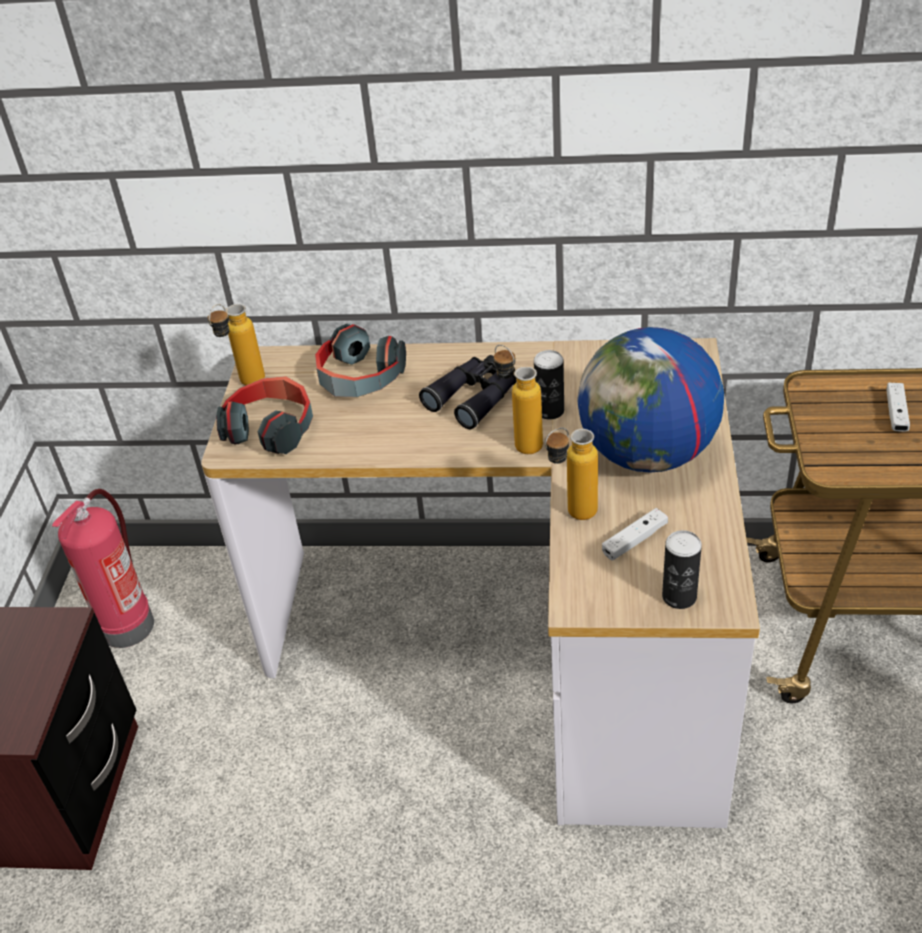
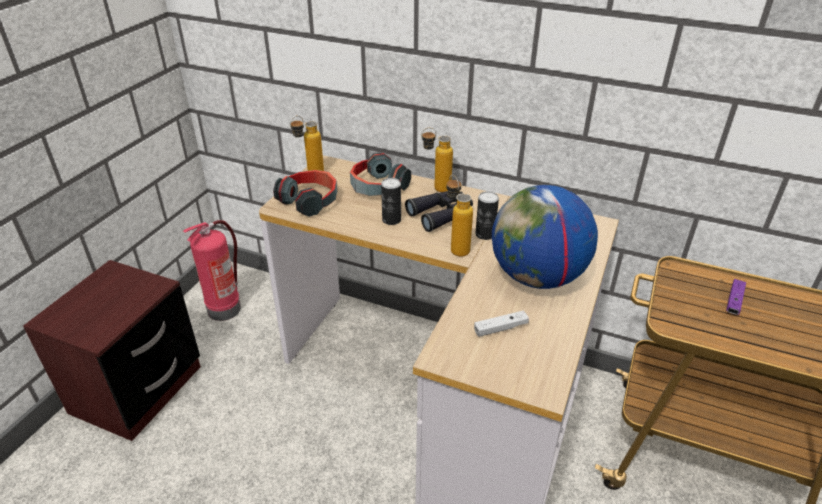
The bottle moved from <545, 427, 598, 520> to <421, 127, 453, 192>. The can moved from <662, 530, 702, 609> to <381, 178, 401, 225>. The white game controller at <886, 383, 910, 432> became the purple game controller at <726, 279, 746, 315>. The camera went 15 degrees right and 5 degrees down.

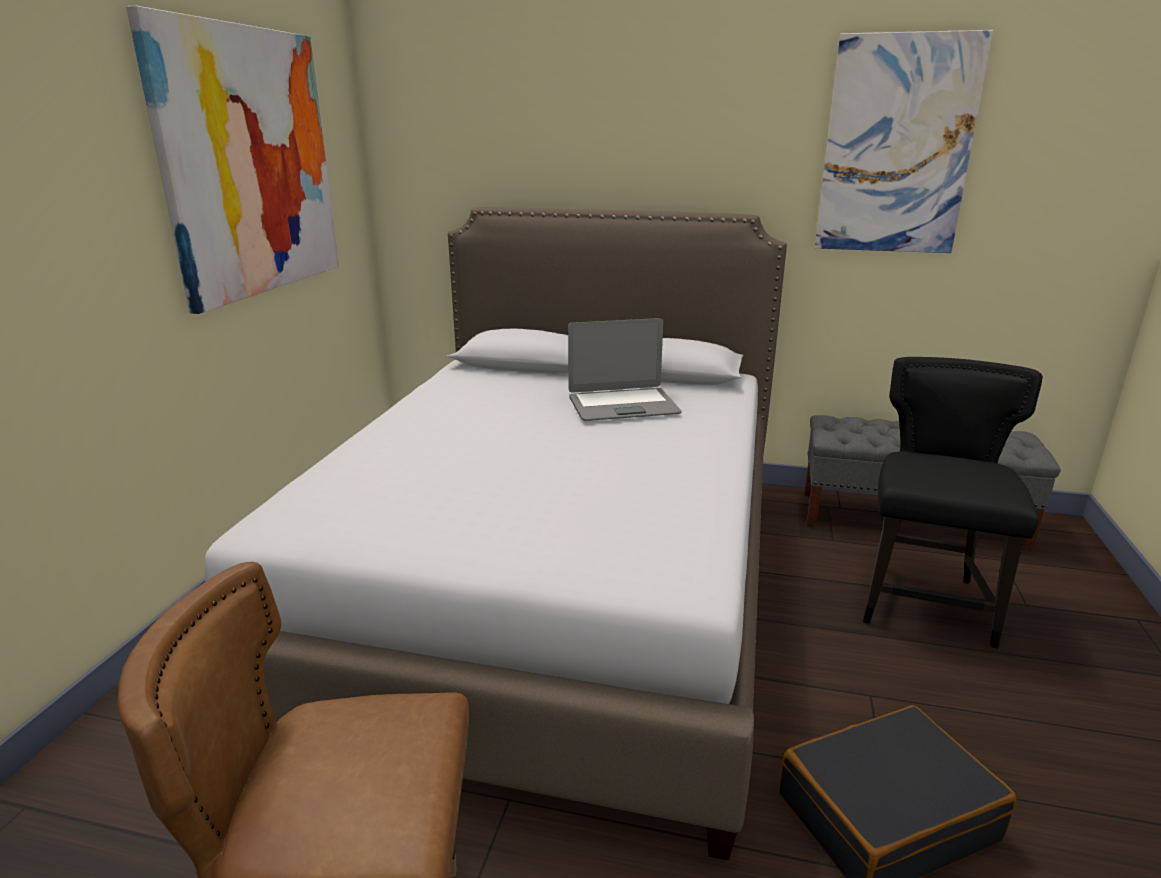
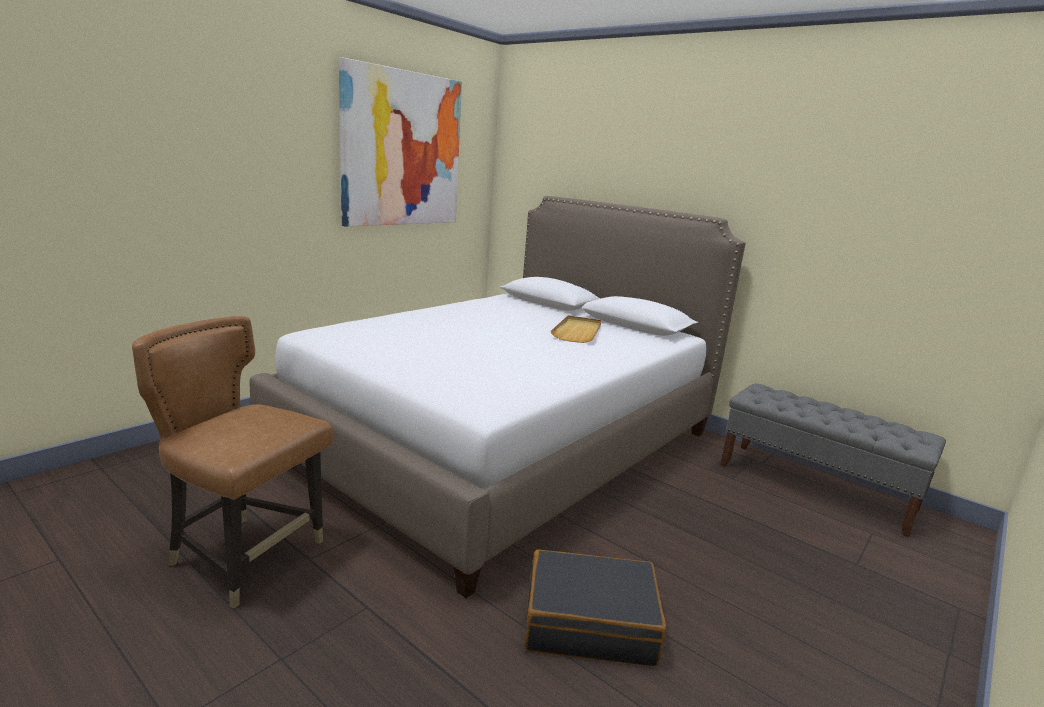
The picture at <815, 30, 993, 253> disappeared. The black chair at <863, 357, 1043, 649> disappeared. The laptop at <568, 318, 682, 421> was replaced by the beige tray at <551, 315, 601, 343>. The camera went 25 degrees right and 5 degrees down.

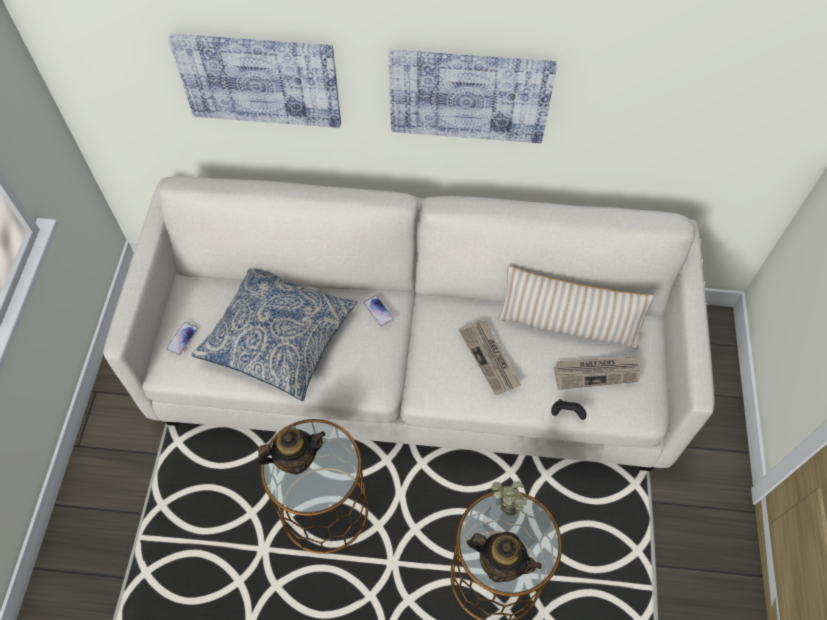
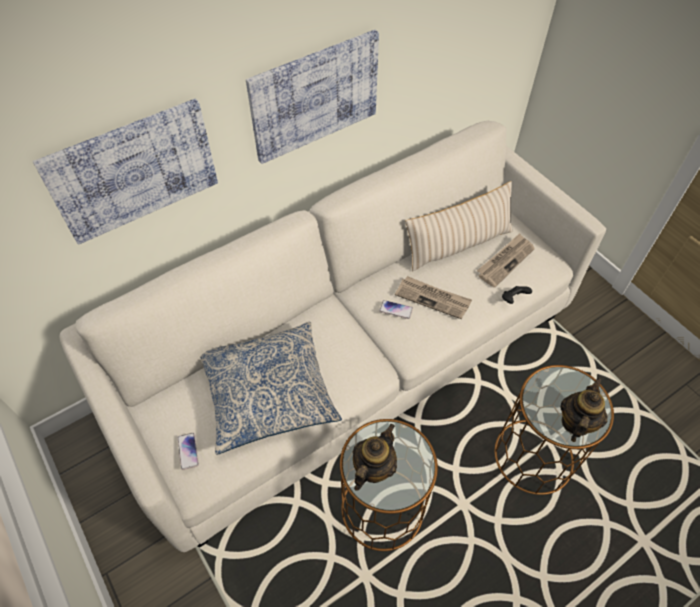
The potted plant at <491, 481, 527, 516> disappeared. The phone moved from <363, 295, 394, 327> to <379, 300, 413, 319>. The teapot at <467, 532, 542, 583> turned 45 degrees counterclockwise. The camera went 40 degrees left and 5 degrees down.

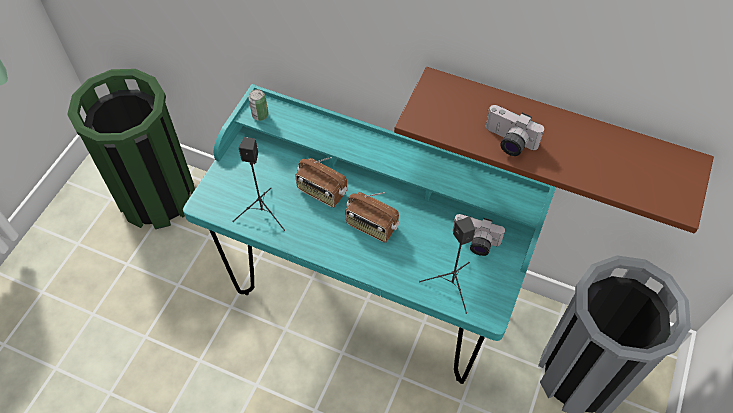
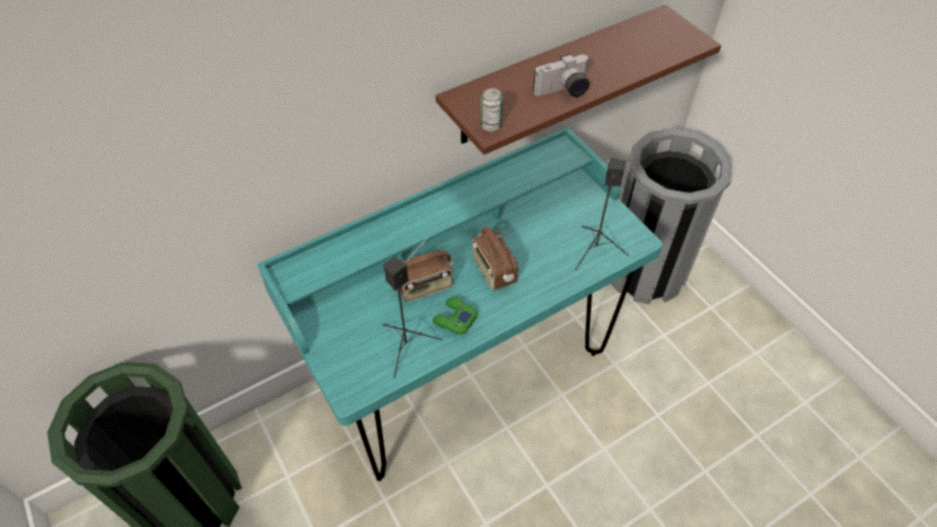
The photo camera at <452, 214, 505, 256> disappeared. The green game controller at <432, 297, 478, 335> appeared. The can moved from <249, 89, 269, 121> to <481, 88, 503, 132>. The radio at <345, 192, 399, 243> turned 90 degrees clockwise. The camera went 55 degrees left and 5 degrees down.

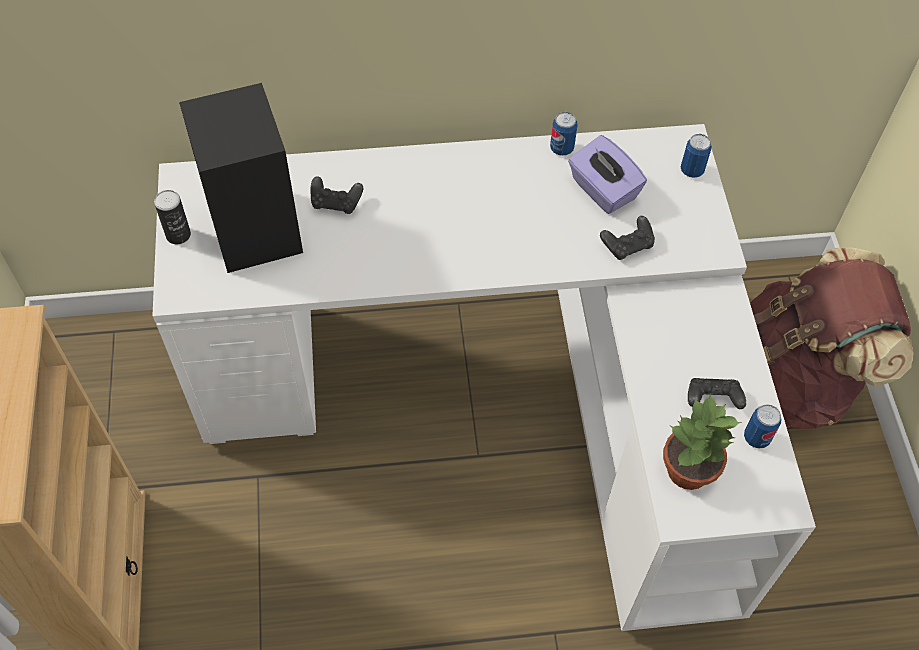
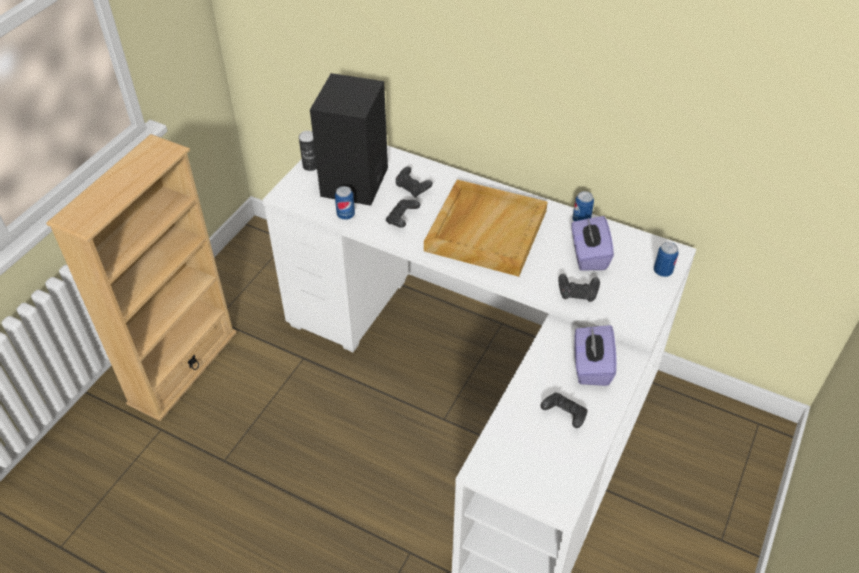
The potted plant at <663, 393, 742, 490> disappeared. The brown backpack at <750, 247, 914, 429> disappeared. The black game controller at <386, 199, 421, 228> appeared. The beige tray at <424, 180, 548, 277> appeared. The purple tissue box at <574, 325, 617, 386> appeared. The can moved from <744, 404, 781, 449> to <335, 186, 355, 220>. The camera went 35 degrees right and 10 degrees down.

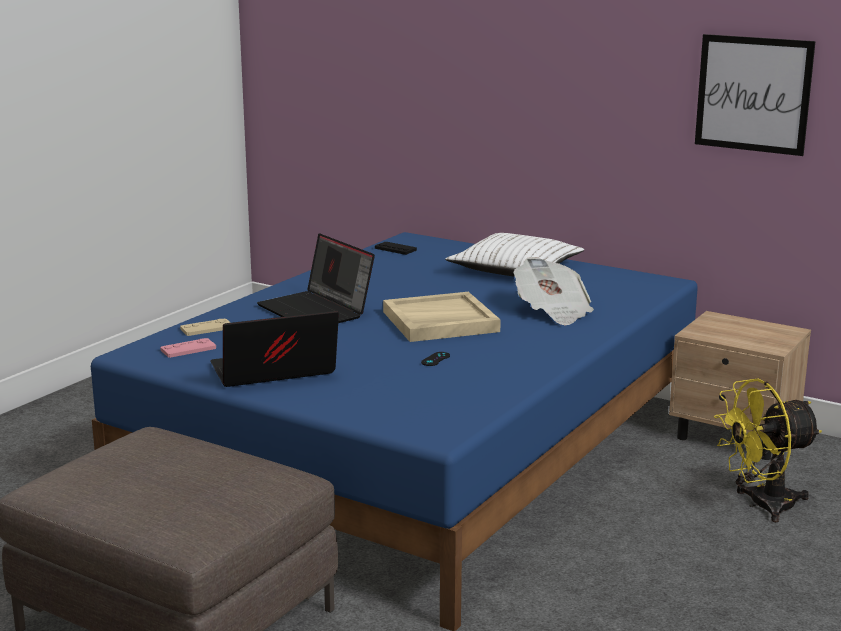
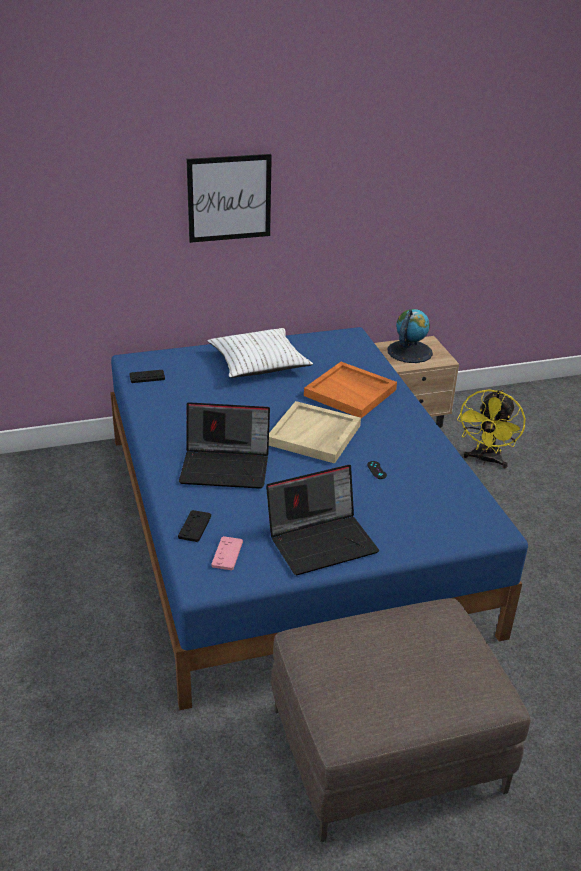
The globe at <387, 309, 433, 363> appeared. The picture moved from <695, 34, 816, 156> to <186, 154, 272, 243>. The newspaper at <513, 257, 594, 326> was replaced by the orange tray at <304, 362, 397, 418>. The beige game controller at <180, 318, 231, 336> became the black game controller at <178, 510, 211, 542>. The laptop at <210, 311, 339, 387> turned 135 degrees counterclockwise. The camera went 50 degrees left and 15 degrees up.

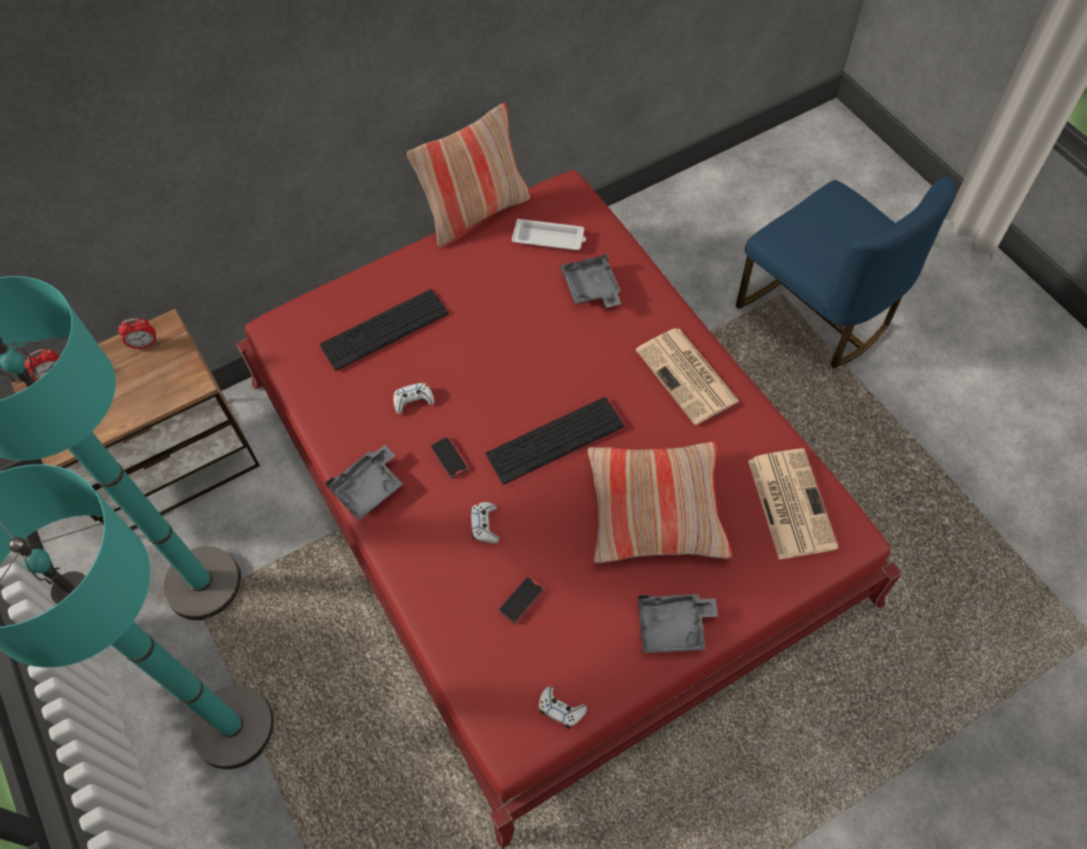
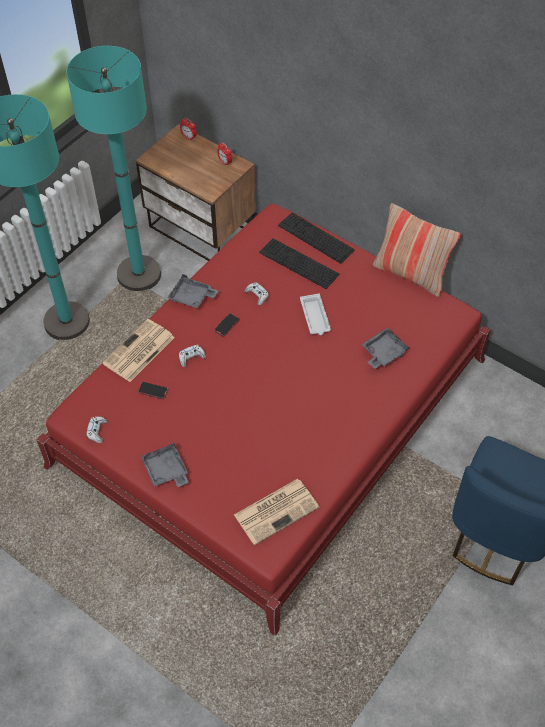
The pillow at <588, 442, 732, 563> disappeared. The keyboard moved from <485, 397, 624, 485> to <278, 212, 355, 264>. The white tray moved from <512, 218, 586, 250> to <300, 294, 331, 335>. The newspaper moved from <636, 328, 739, 425> to <102, 319, 175, 382>. The camera went 65 degrees right and 5 degrees down.

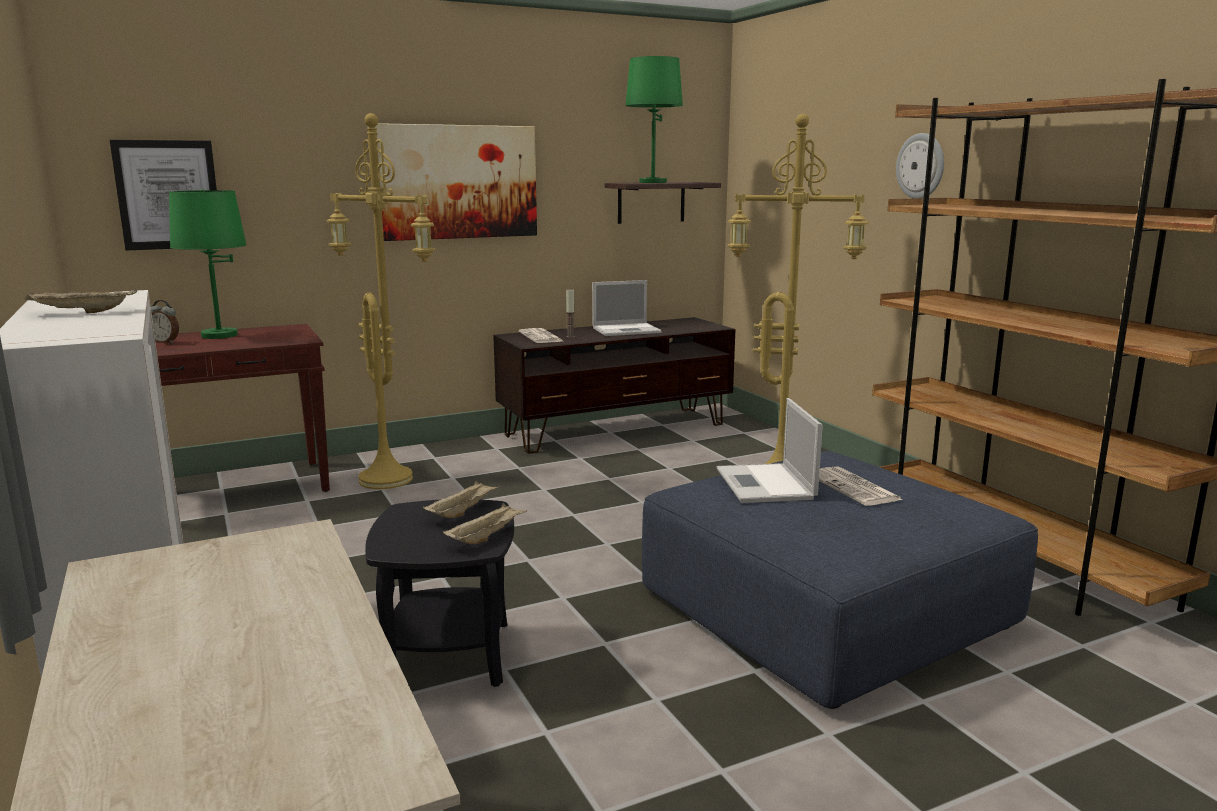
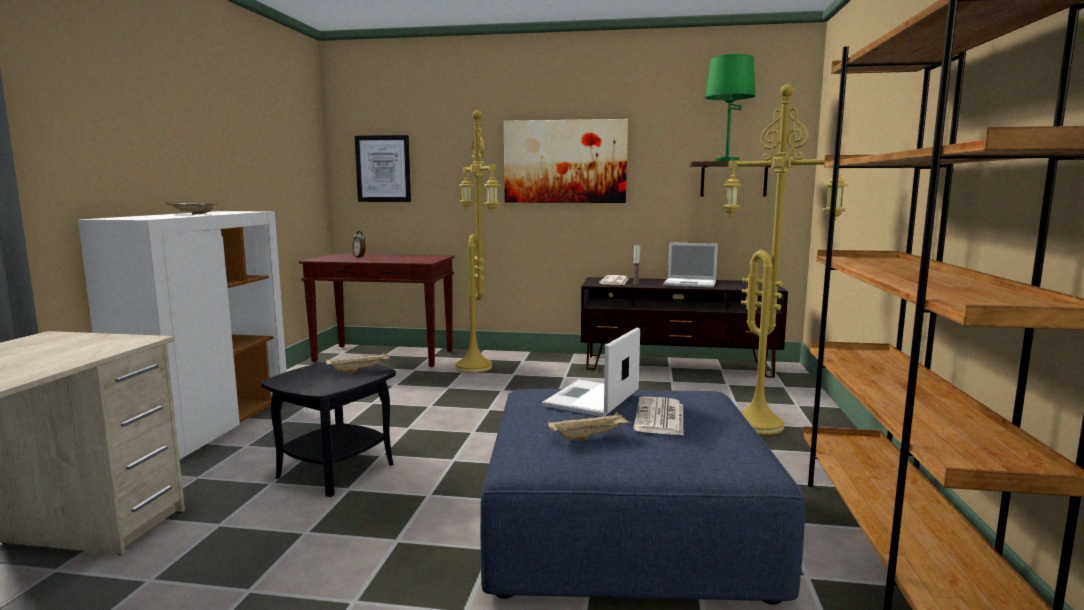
The green table lamp at <169, 189, 247, 339> disappeared. The wall clock at <896, 133, 944, 198> disappeared. The beige tray moved from <443, 503, 527, 544> to <547, 412, 632, 440>. The camera went 35 degrees right and 5 degrees down.

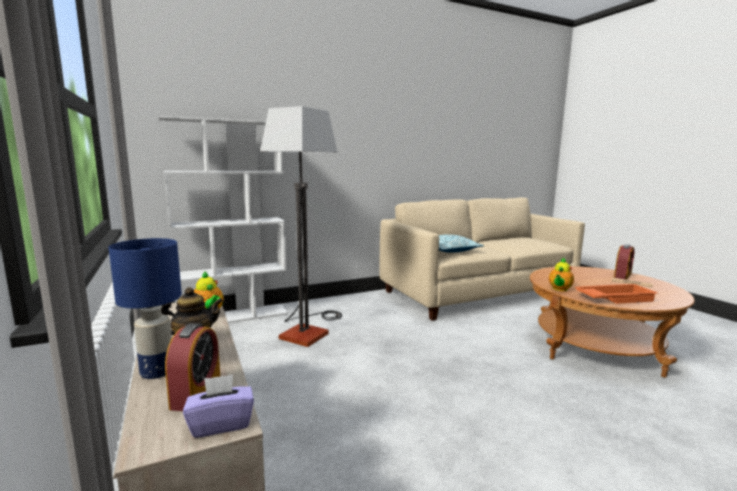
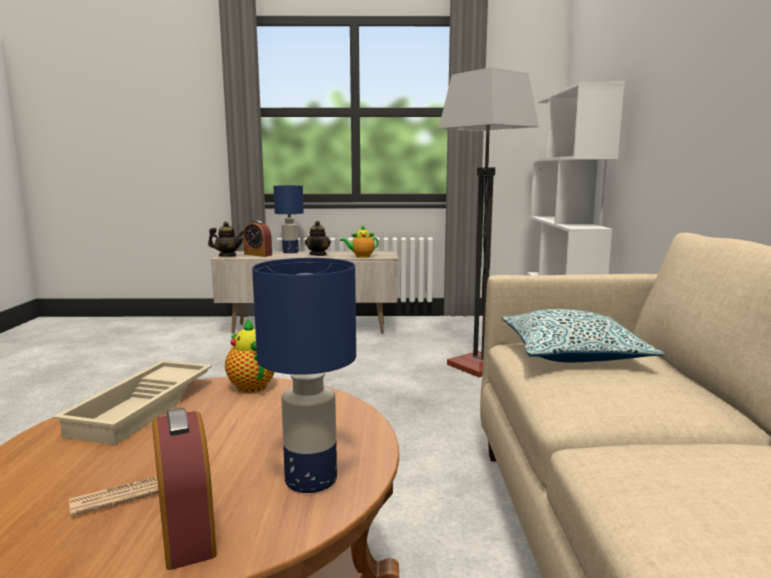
The blue table lamp at <252, 258, 356, 493> appeared. The purple tissue box at <183, 374, 254, 438> was replaced by the teapot at <208, 222, 245, 257>. The orange tray at <575, 284, 658, 304> became the beige tray at <53, 361, 212, 445>. The camera went 115 degrees right and 0 degrees up.

